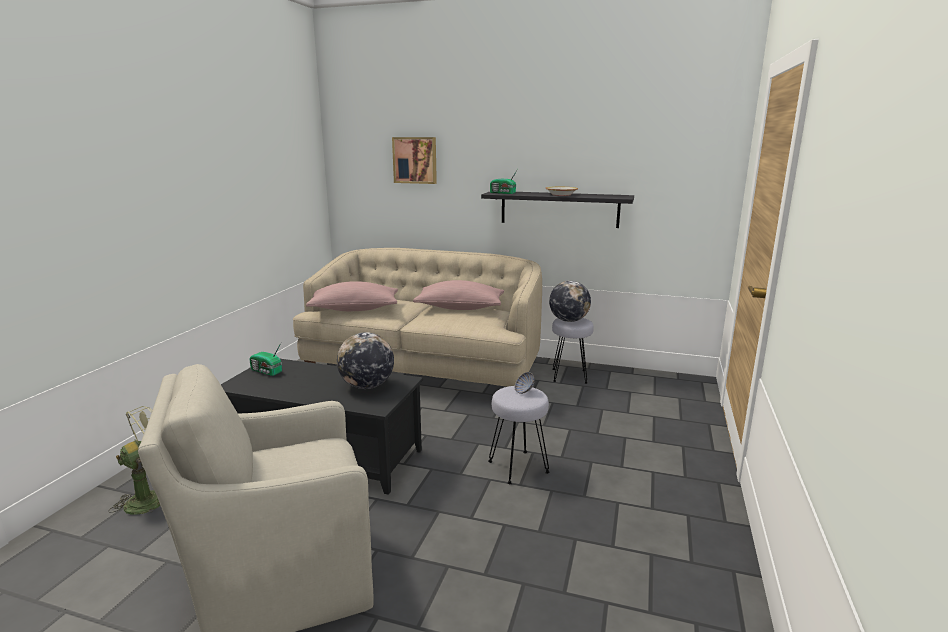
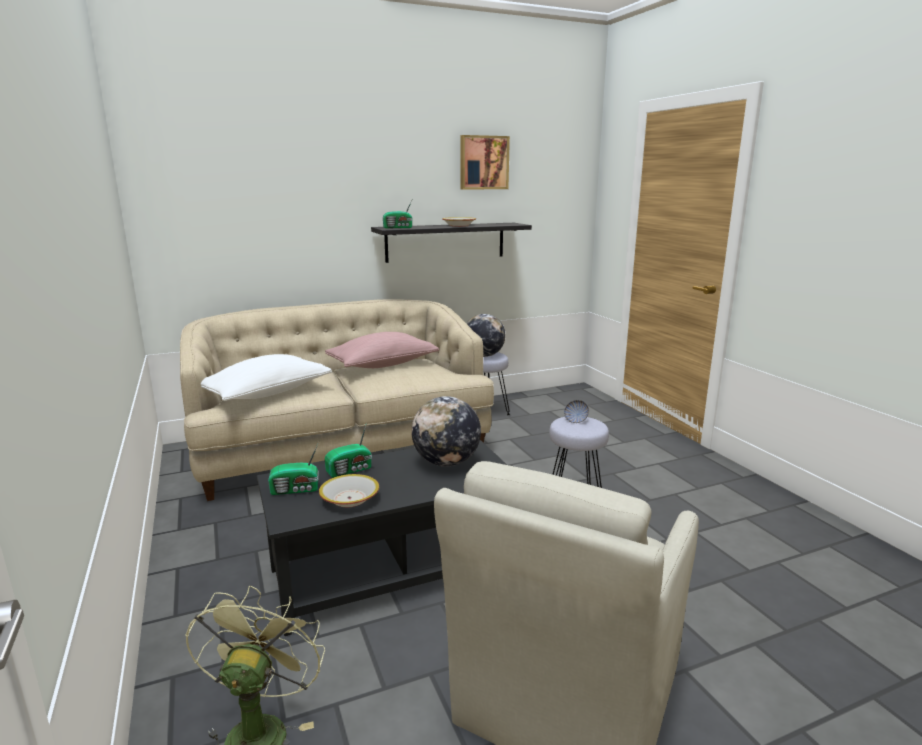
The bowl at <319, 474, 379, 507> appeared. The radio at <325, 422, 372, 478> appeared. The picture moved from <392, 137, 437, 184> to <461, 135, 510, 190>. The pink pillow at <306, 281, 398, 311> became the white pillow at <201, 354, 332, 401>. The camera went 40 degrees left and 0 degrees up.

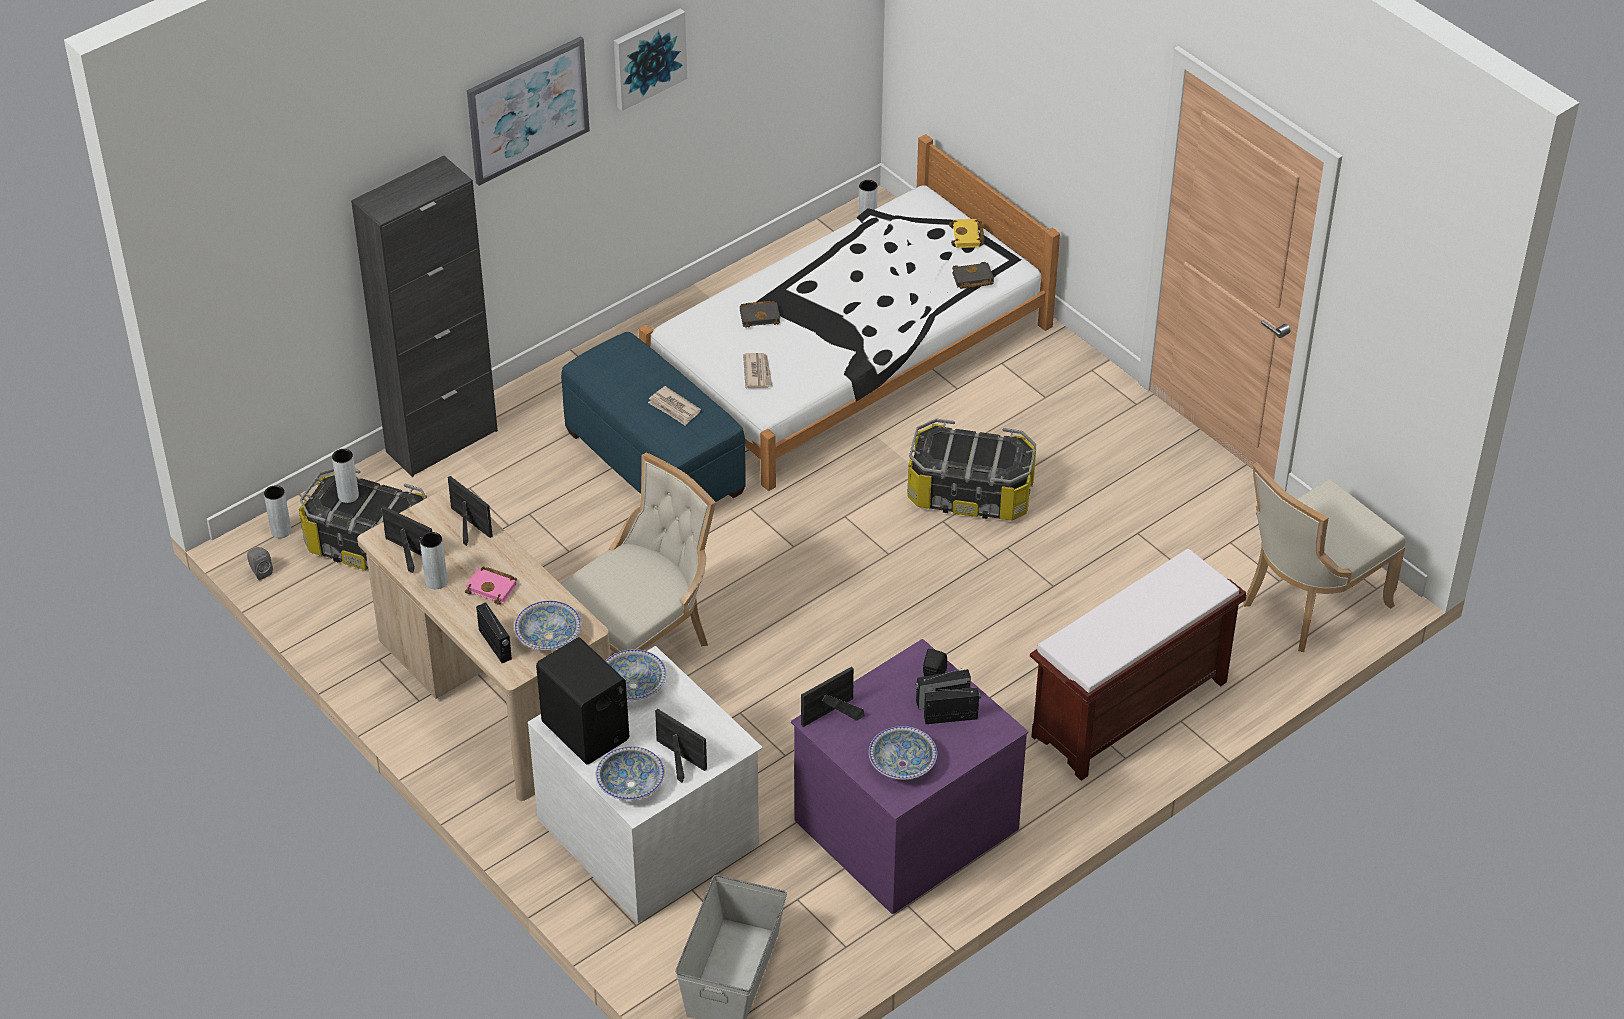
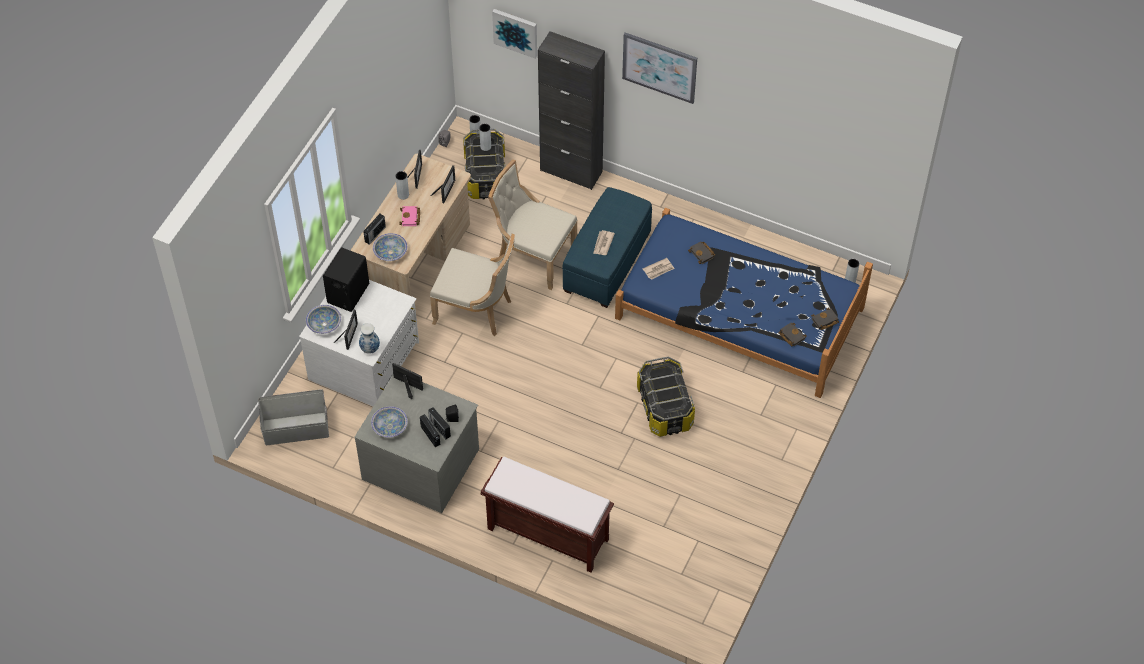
The bowl at <606, 649, 666, 700> disappeared. The vase at <359, 323, 380, 354> appeared. The picture moved from <614, 8, 687, 111> to <492, 9, 537, 59>. The beige chair moved from <1243, 462, 1405, 652> to <488, 160, 577, 290>. The white bed at <639, 134, 1060, 491> became the blue bed at <615, 208, 873, 398>. The purple dresser at <791, 639, 1028, 914> became the grey dresser at <355, 376, 479, 513>. The yellow book at <949, 219, 985, 248> became the black book at <811, 307, 839, 330>. The camera went 65 degrees right and 10 degrees up.

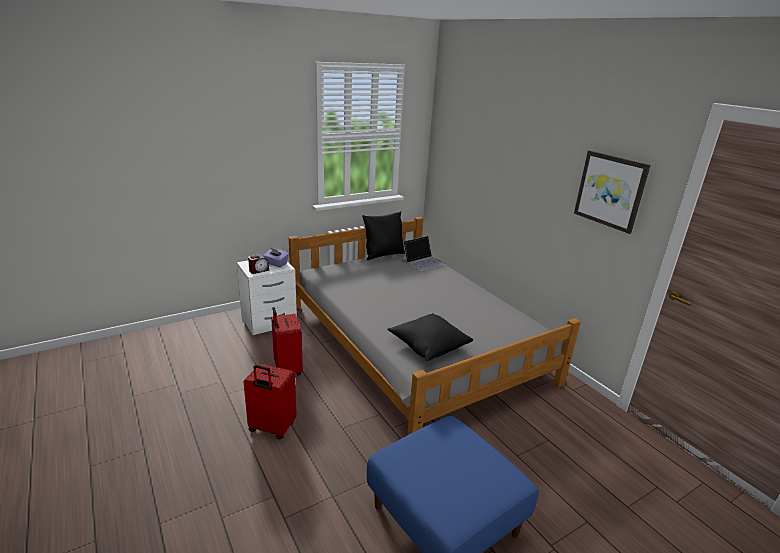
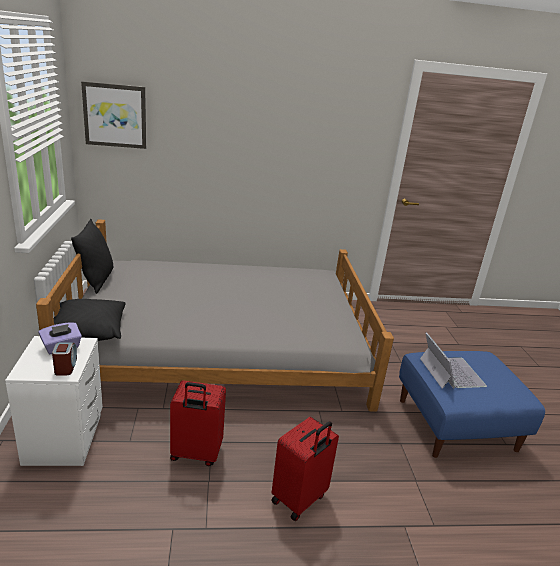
The black pillow moved from <387, 313, 473, 361> to <54, 299, 126, 341>. The laptop moved from <402, 236, 446, 271> to <420, 332, 487, 389>. The picture moved from <574, 150, 651, 234> to <81, 81, 146, 149>. The camera went 65 degrees left and 0 degrees up.

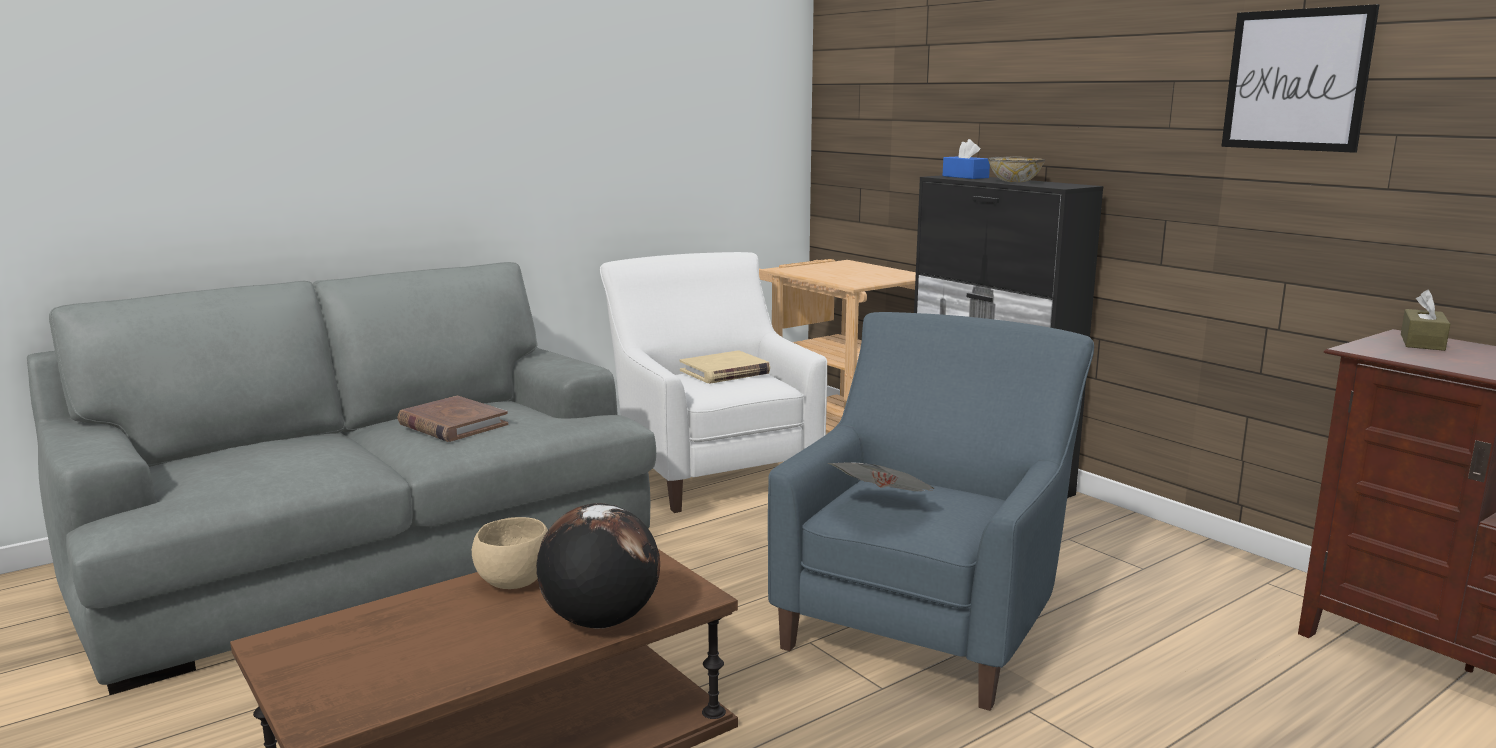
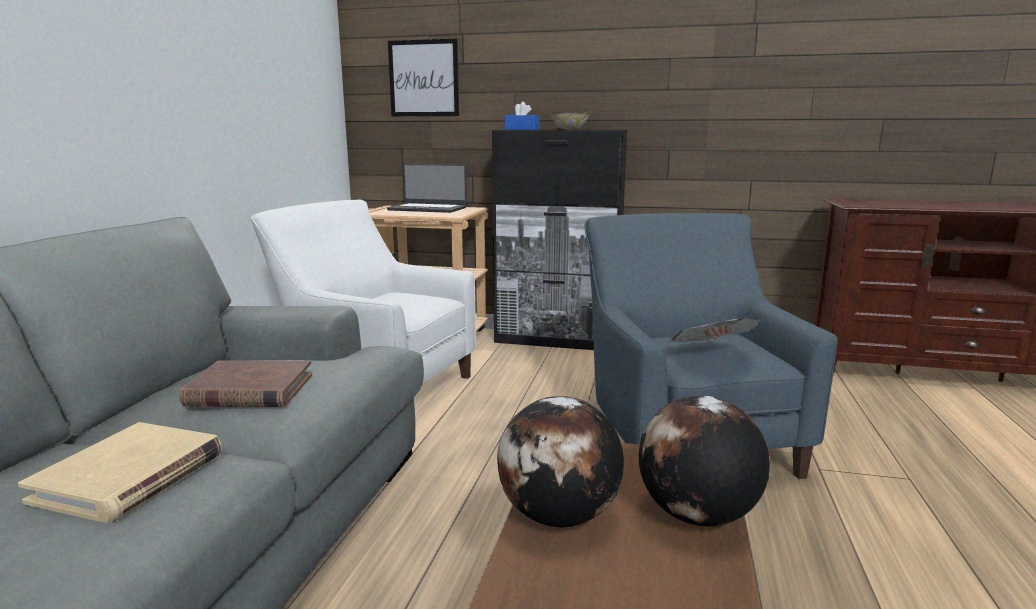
The brown tissue box at <1401, 290, 1450, 351> disappeared. The laptop at <387, 164, 467, 213> appeared. The beige book moved from <680, 350, 770, 383> to <18, 422, 222, 523>. The picture moved from <1221, 4, 1379, 153> to <388, 39, 459, 116>. The beige bowl at <472, 517, 548, 589> was replaced by the globe at <497, 396, 624, 528>. The camera went 40 degrees left and 0 degrees up.

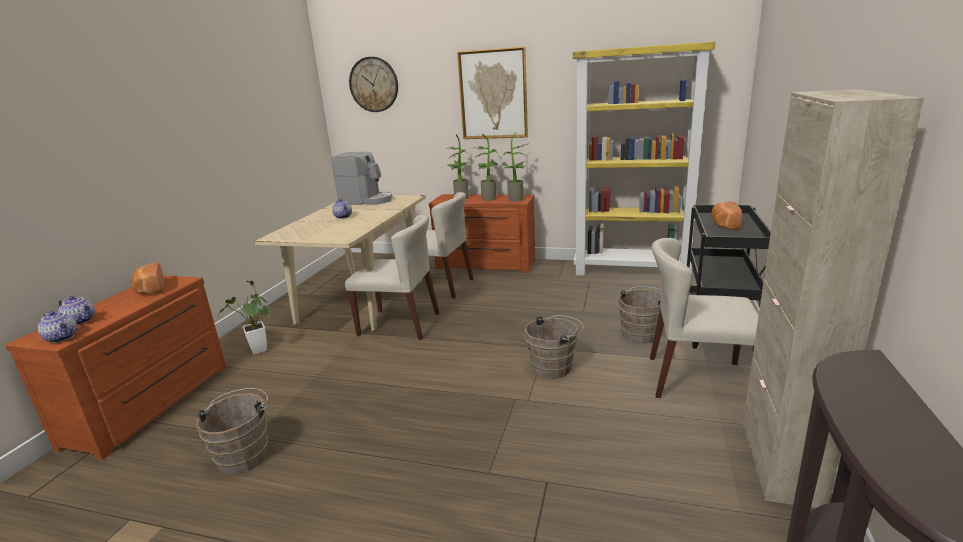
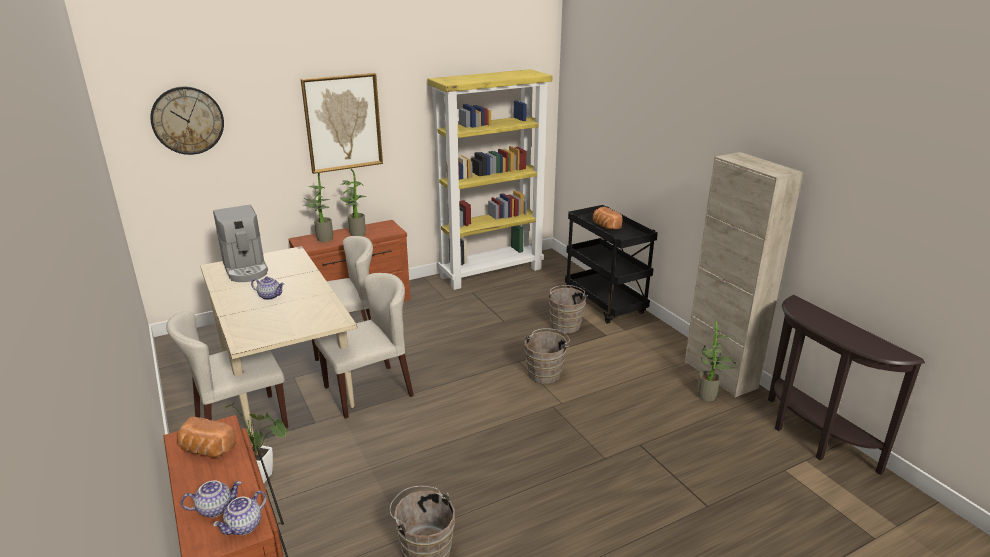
The potted plant moved from <503, 132, 529, 202> to <697, 321, 736, 401>. The beige chair moved from <650, 238, 759, 398> to <166, 311, 288, 429>. The teapot at <38, 311, 78, 343> turned 135 degrees clockwise. The coffee machine at <331, 152, 392, 205> turned 90 degrees clockwise. The camera went 45 degrees left and 5 degrees up.

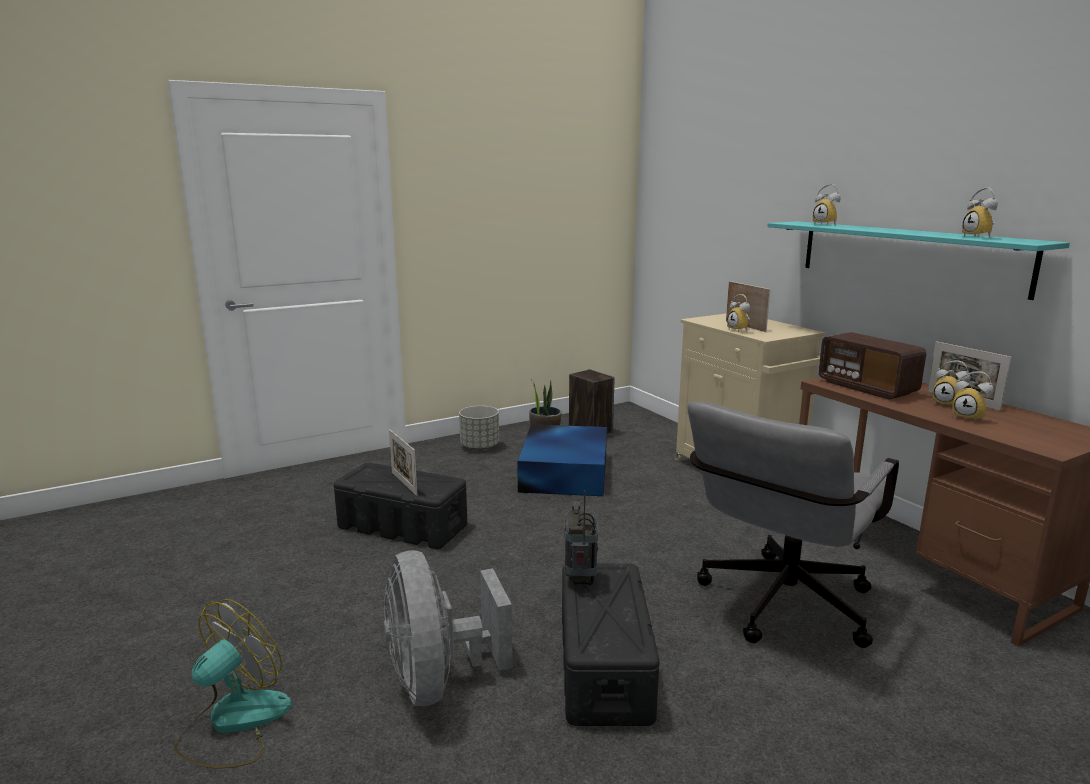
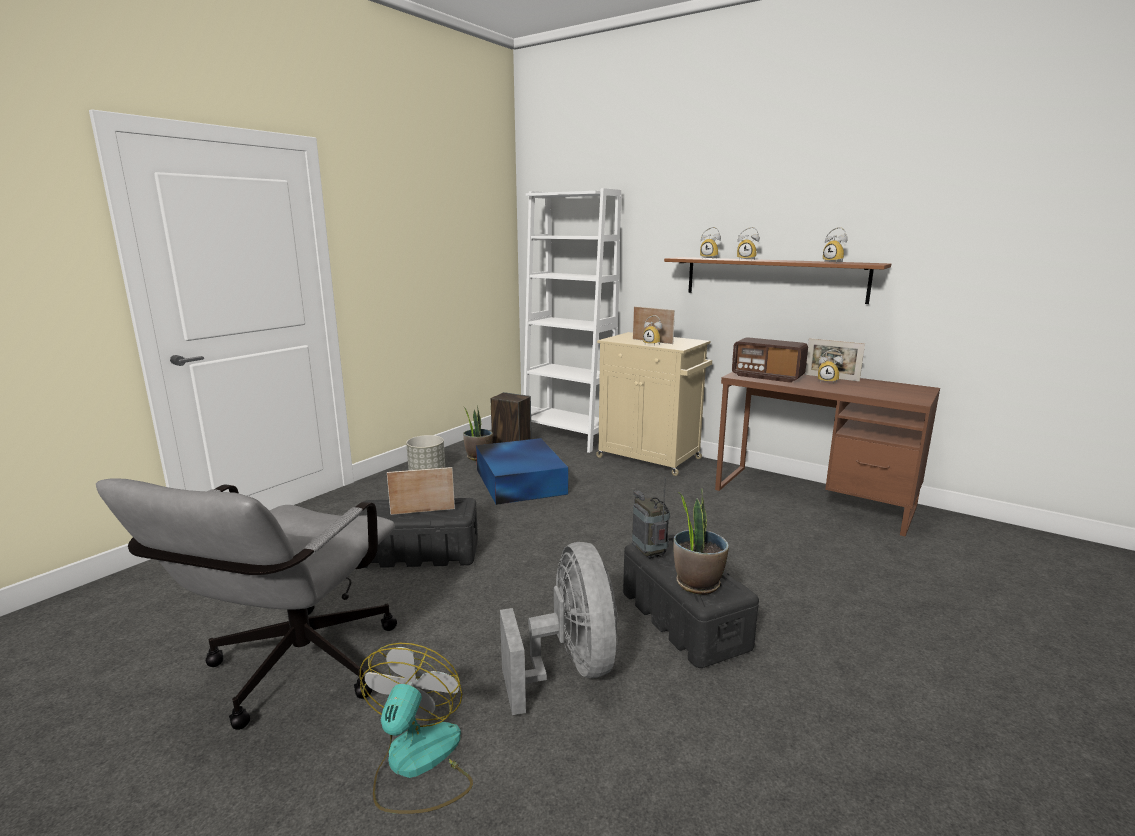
The white bookcase at <524, 188, 621, 453> appeared. The potted plant at <673, 488, 729, 595> appeared. The grey office chair moved from <688, 402, 899, 648> to <96, 479, 397, 730>. The alarm clock moved from <952, 371, 994, 422> to <737, 227, 760, 260>. The turquoise shelf at <767, 221, 1070, 300> became the brown shelf at <664, 257, 891, 304>. The grey fan at <384, 550, 513, 706> turned 150 degrees counterclockwise. The picture frame at <389, 429, 417, 496> turned 135 degrees clockwise. The camera went 25 degrees left and 0 degrees up.

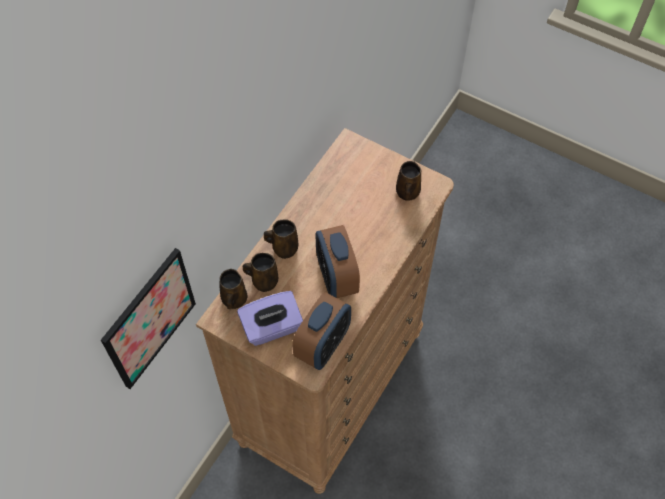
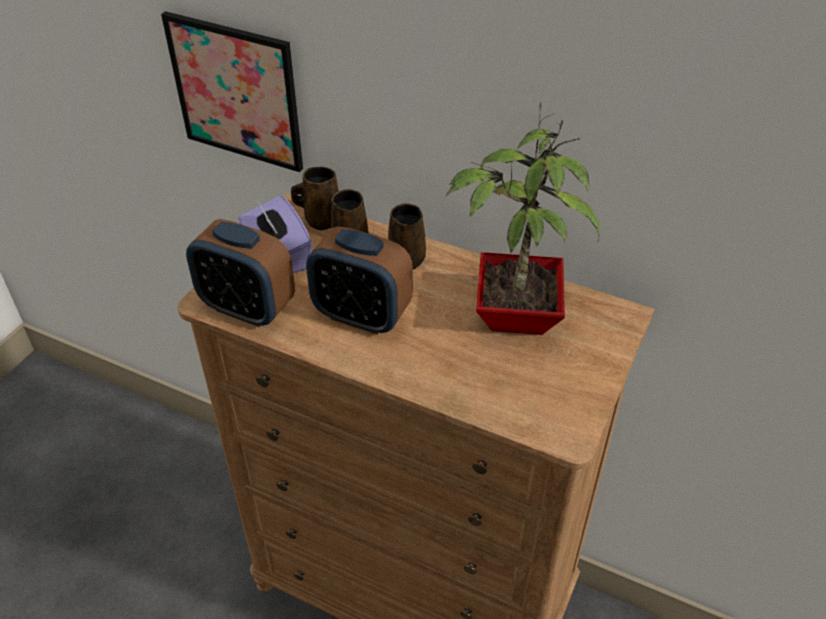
The brown mug at <396, 161, 421, 201> disappeared. The potted plant at <446, 102, 599, 335> appeared. The alarm clock at <316, 225, 360, 298> turned 135 degrees counterclockwise. The camera went 85 degrees right and 15 degrees down.

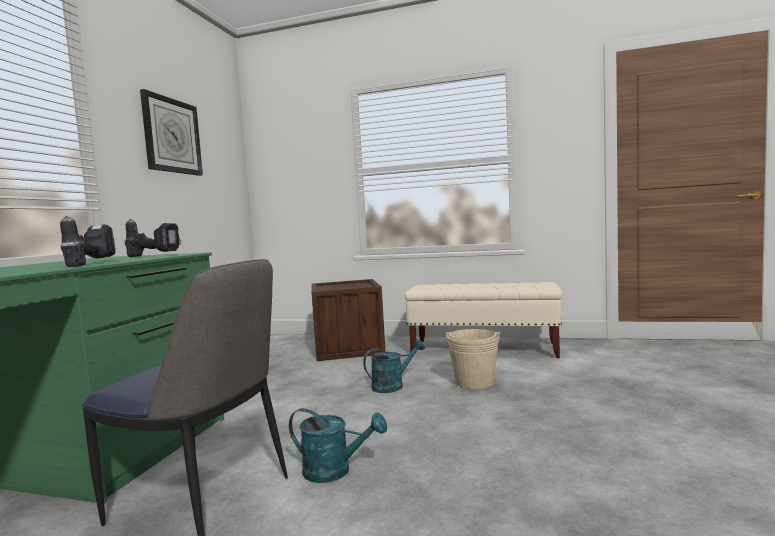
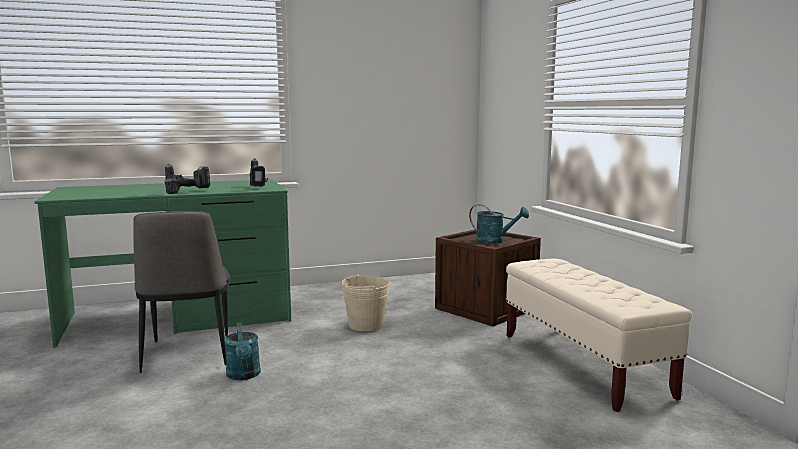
The wall clock at <140, 89, 203, 176> disappeared. The turquoise watering can moved from <363, 339, 425, 393> to <469, 204, 529, 244>. The beige bucket moved from <446, 329, 500, 389> to <342, 274, 390, 331>. The camera went 55 degrees right and 5 degrees up.

